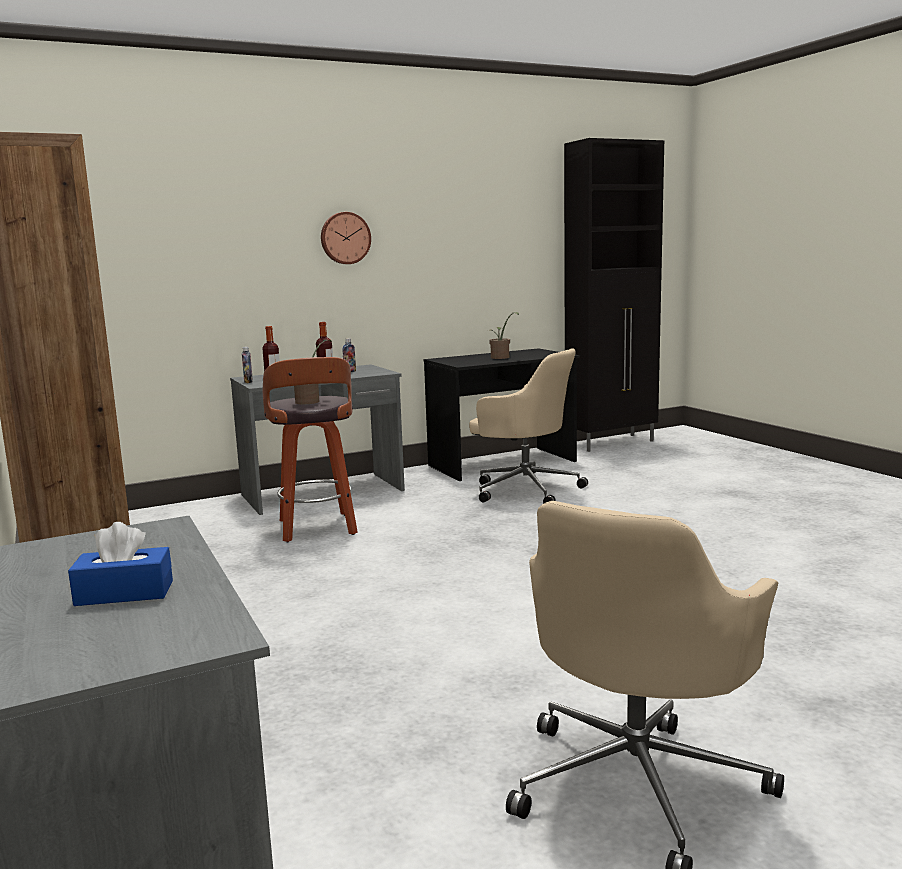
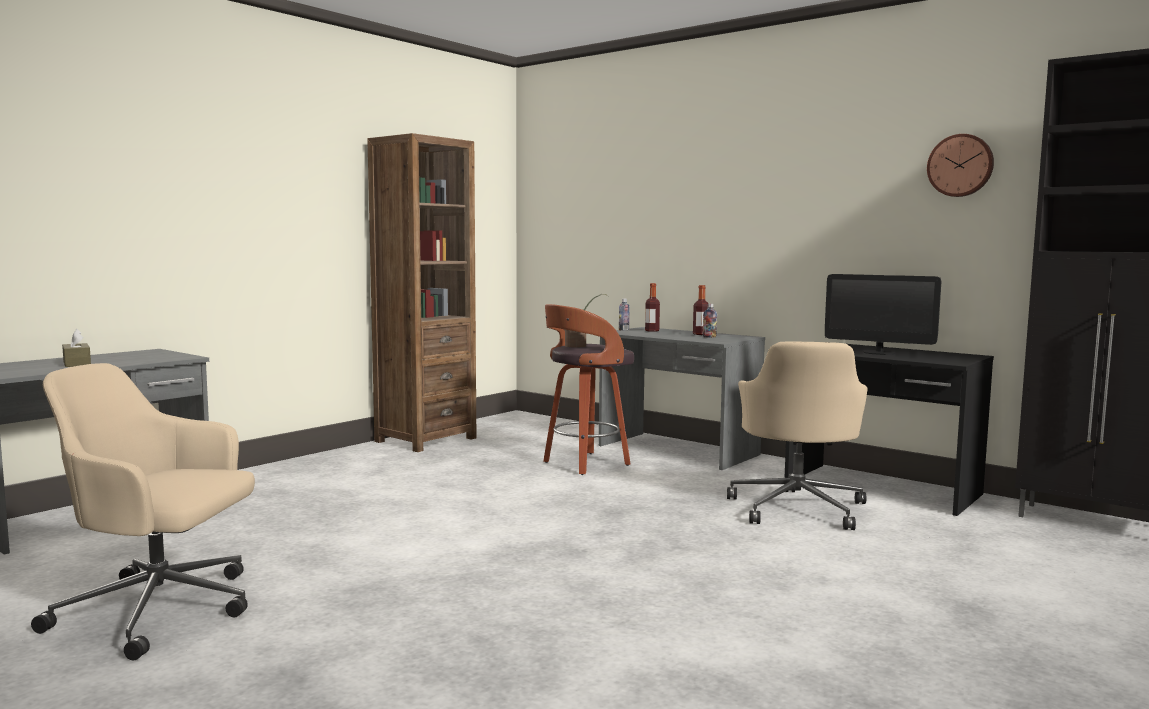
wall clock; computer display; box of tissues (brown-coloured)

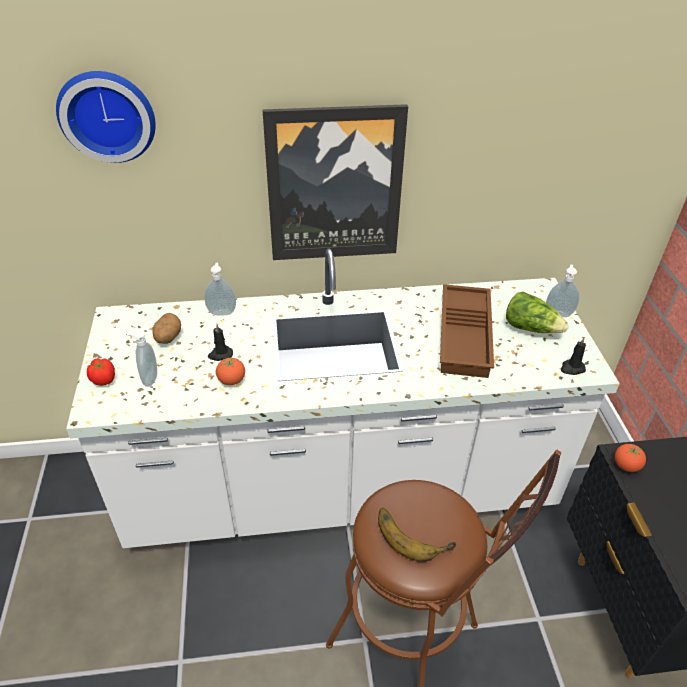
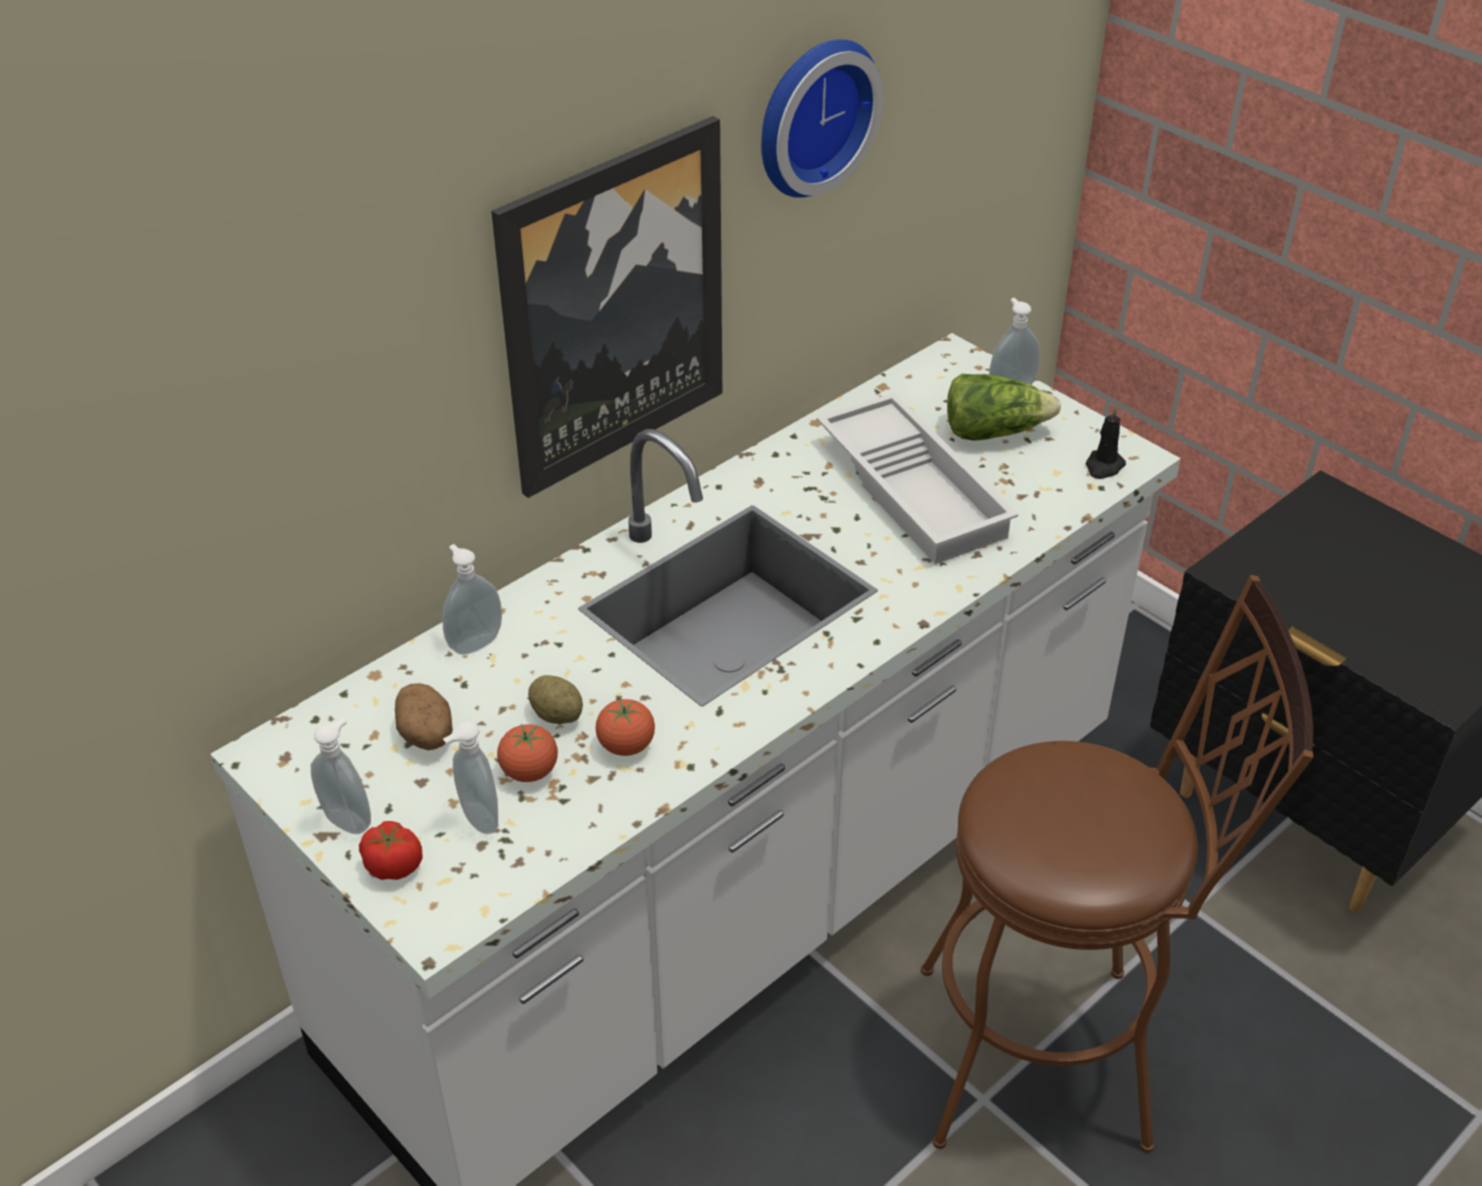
wall clock; tray (white); whole potato (no. 2 from left); fresh tomato (no. 2 from left); banana; liquid soap bottle (no. 1 from left)

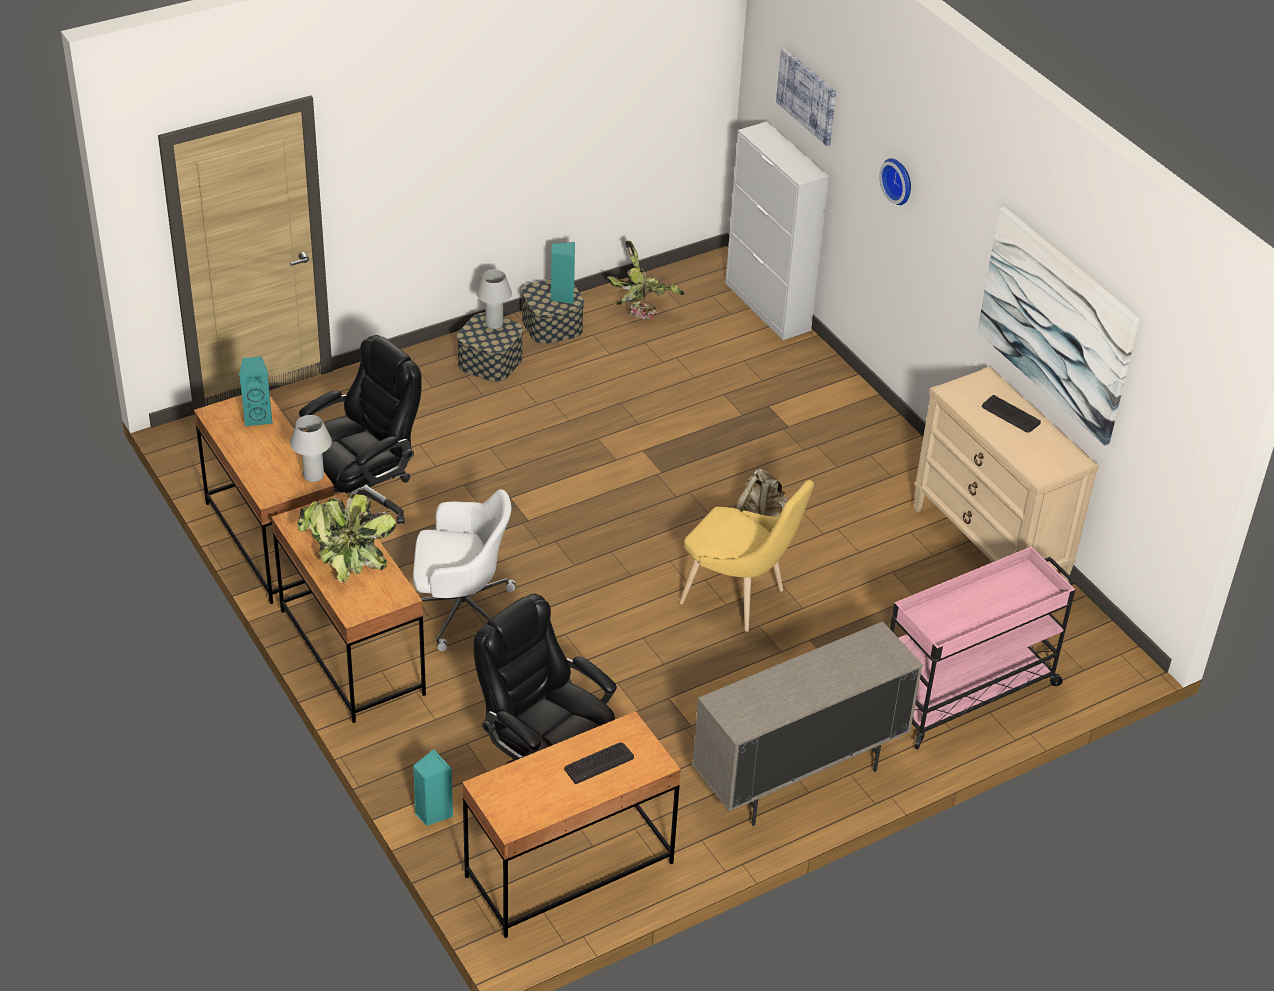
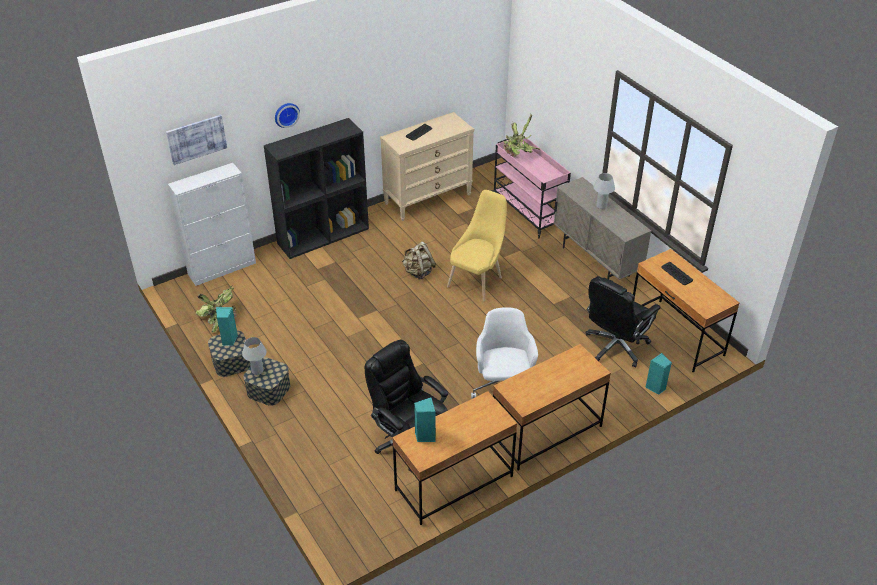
picture (no. 2 from left in the first image); tabletop lamp (white) (no. 2 from left); plant in a pot (no. 2 from left); bookcase (black-coloured)

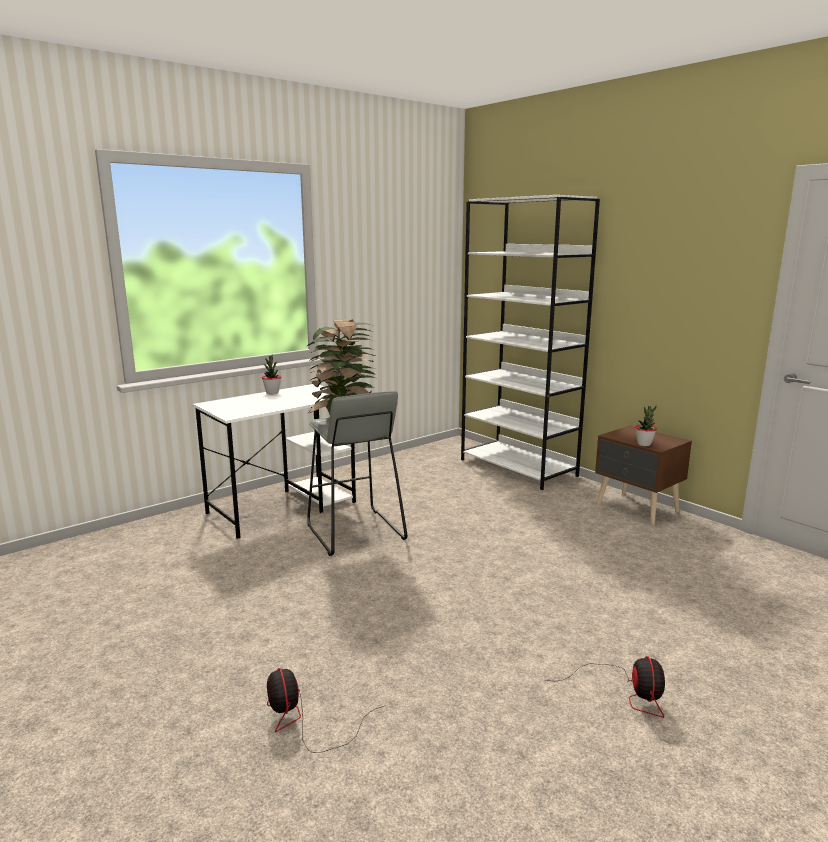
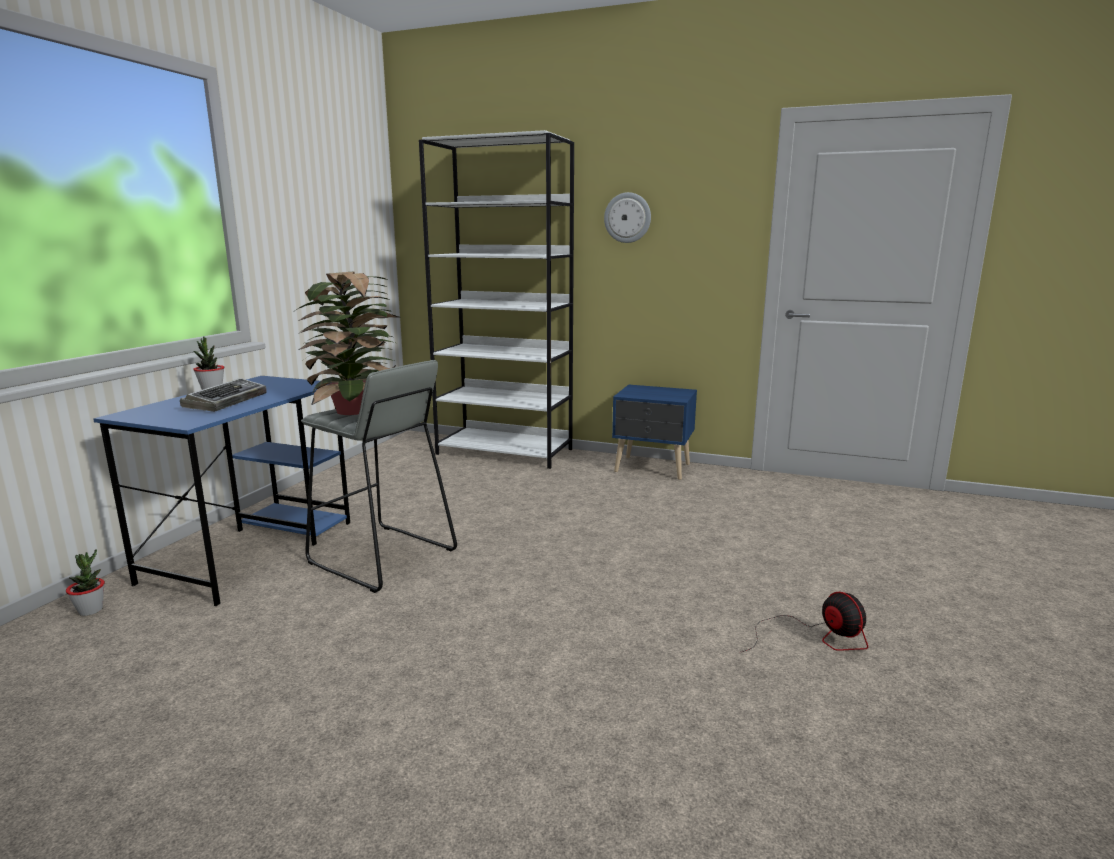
desk (bluish); plant in a pot (no. 1 from left); bedside table (bluish); cooling fan (no. 1 from left in the first image); wall clock; keyboard

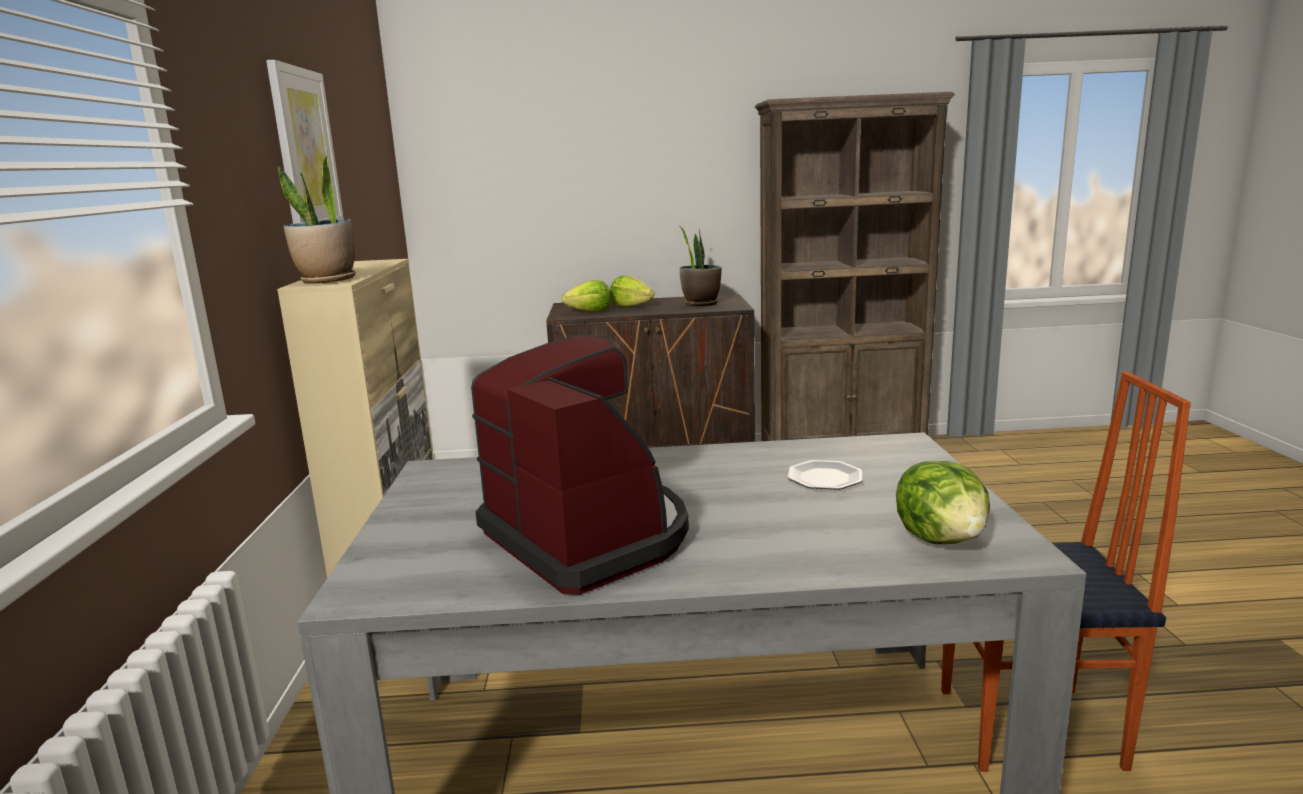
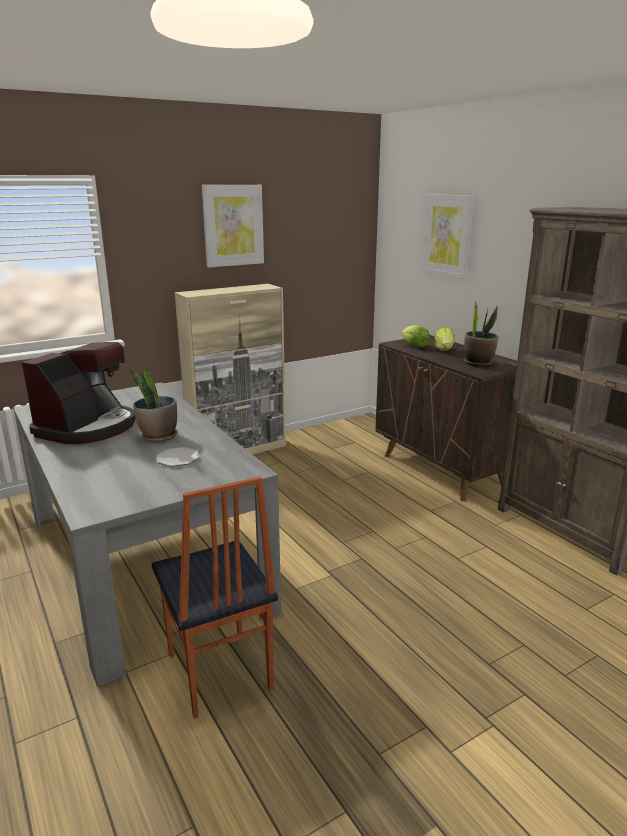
plant in a pot (no. 1 from left); lettuce head (no. 3 from left in the first image); picture (no. 2 from left)

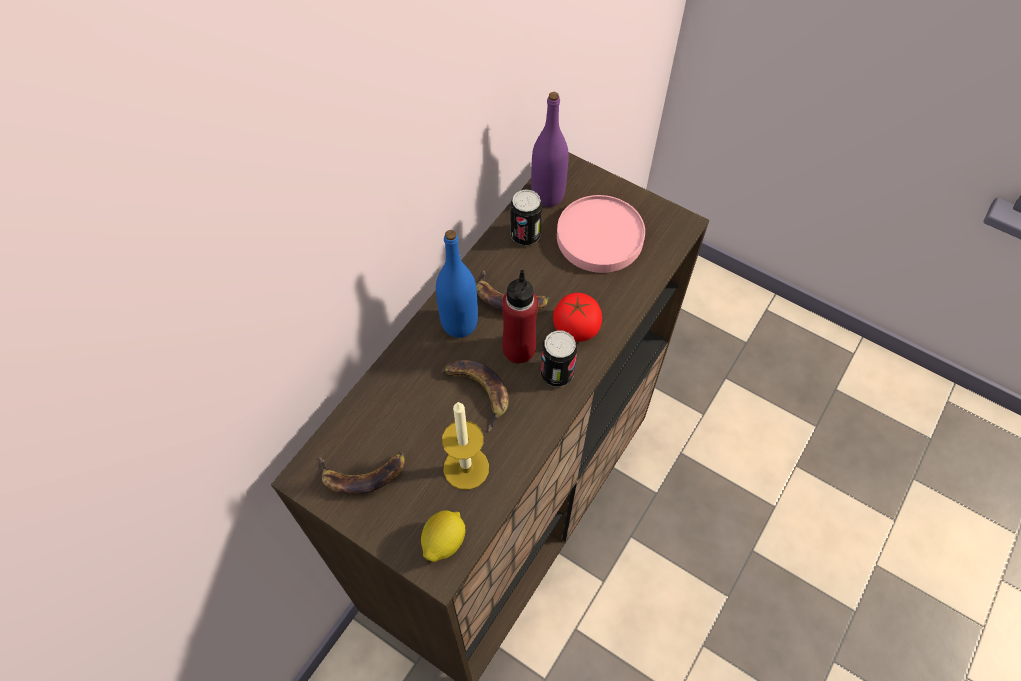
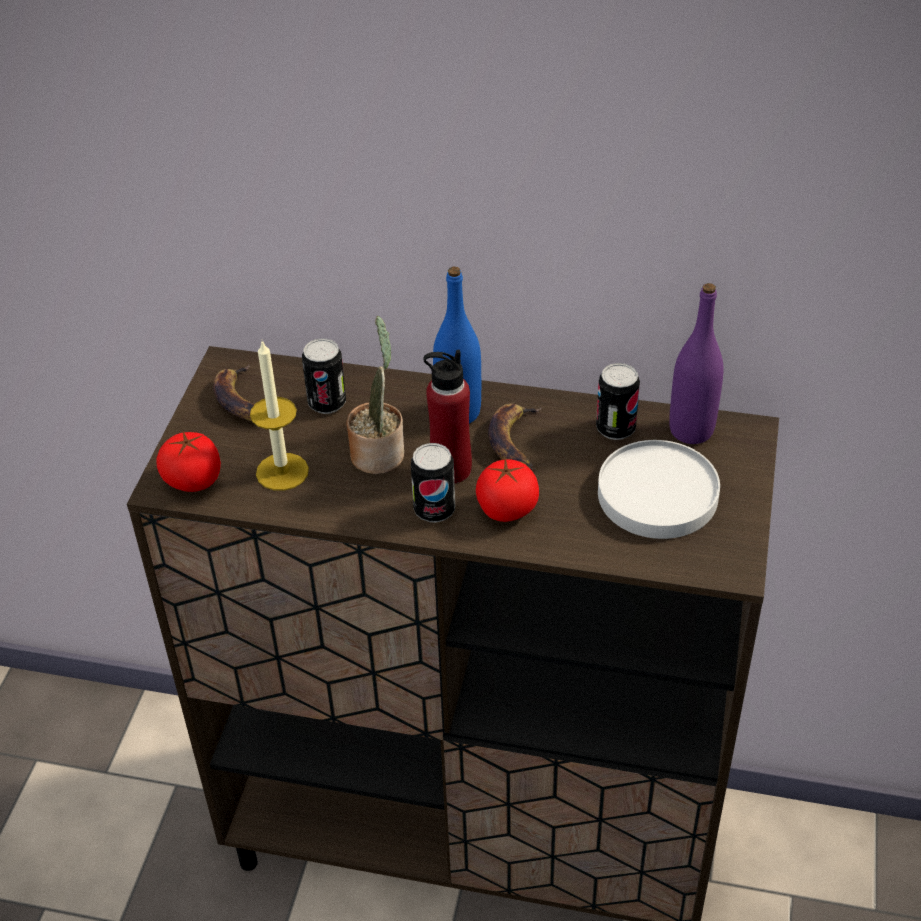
plate (white); plant in a pot; fresh tomato (no. 1 from left); can (no. 1 from left)

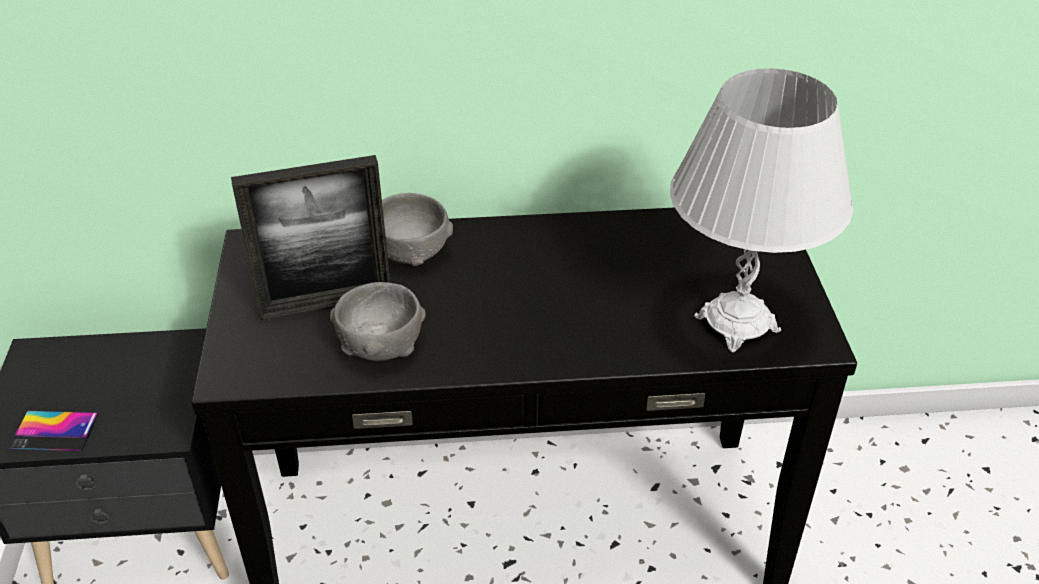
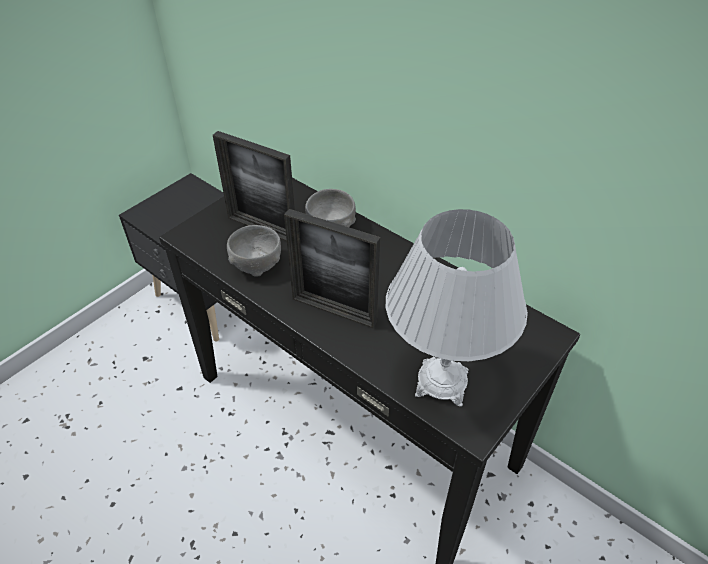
handset; picture frame (no. 2 from left)

